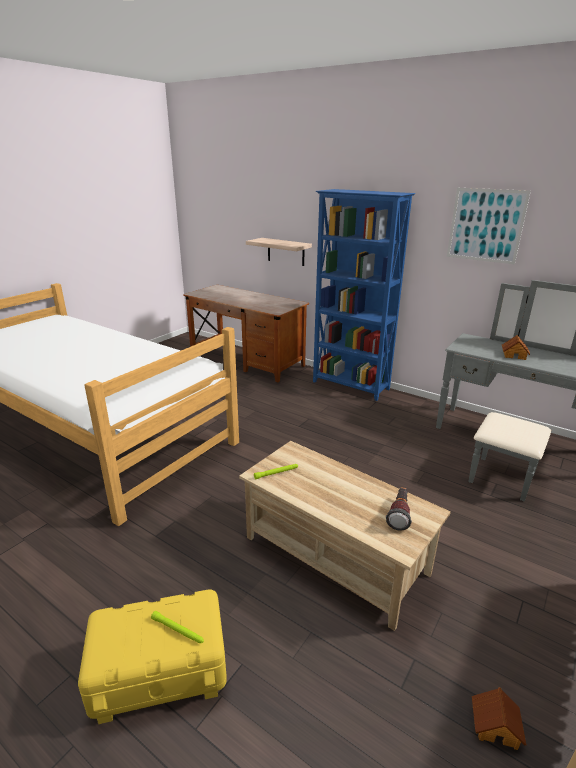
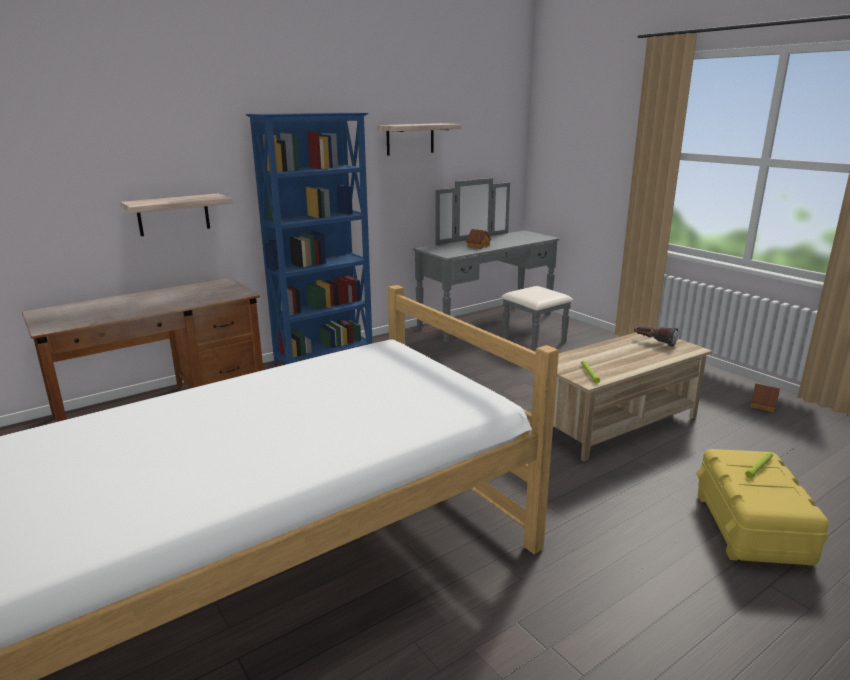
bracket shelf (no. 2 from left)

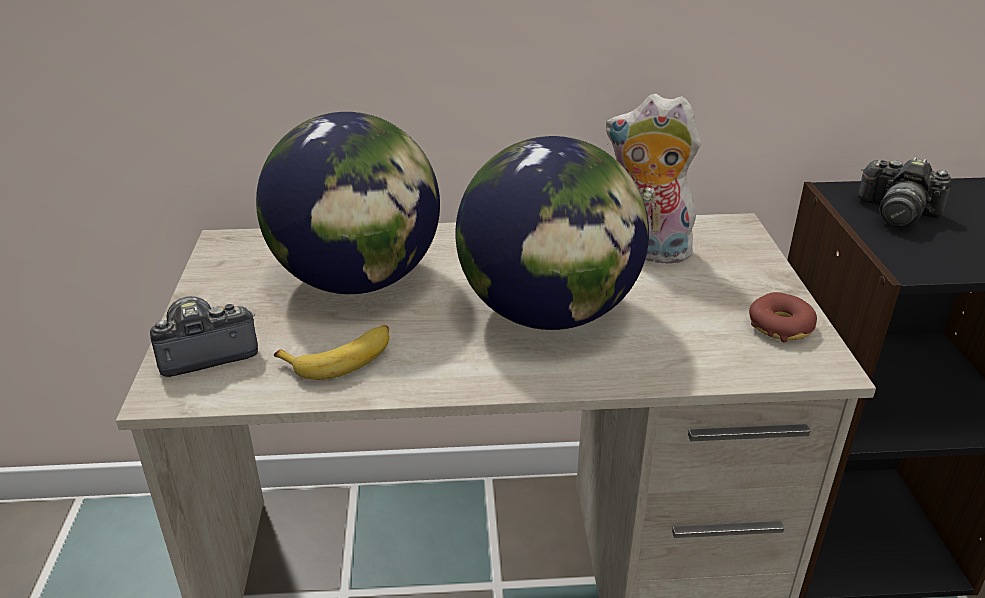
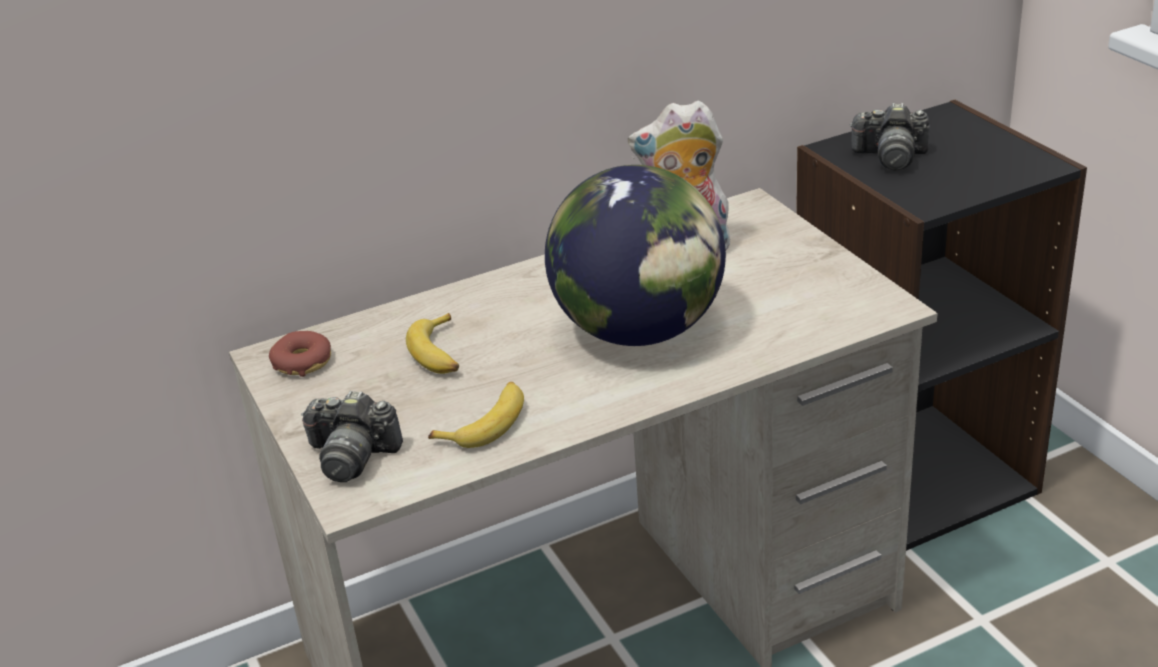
banana (no. 1 from left); donut; photo camera (no. 1 from left)

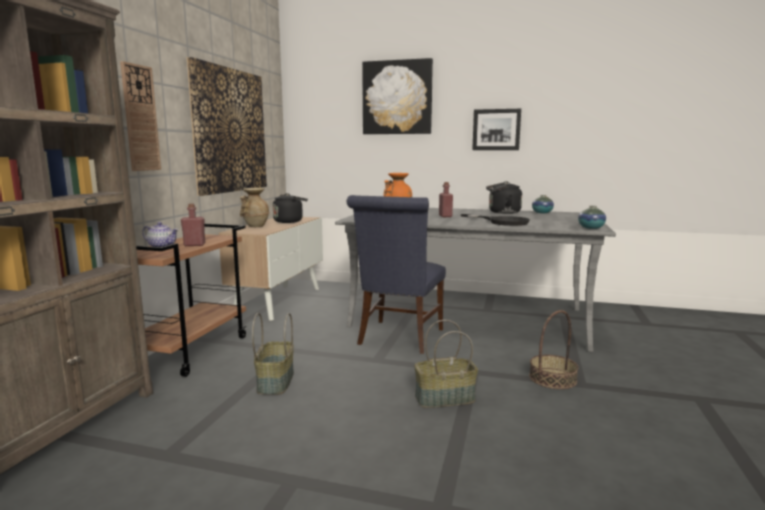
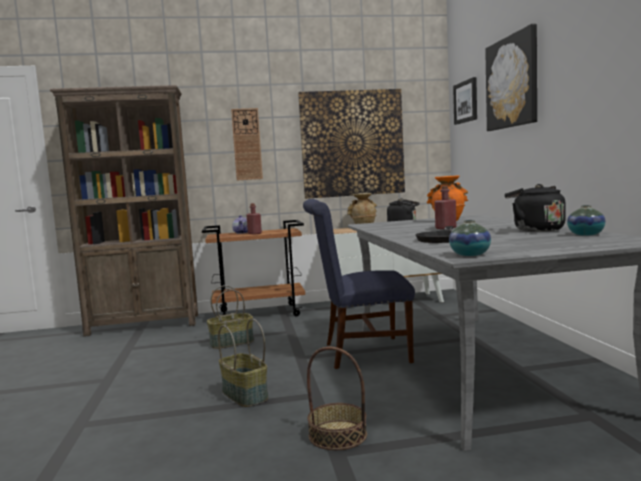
picture (no. 2 from left)

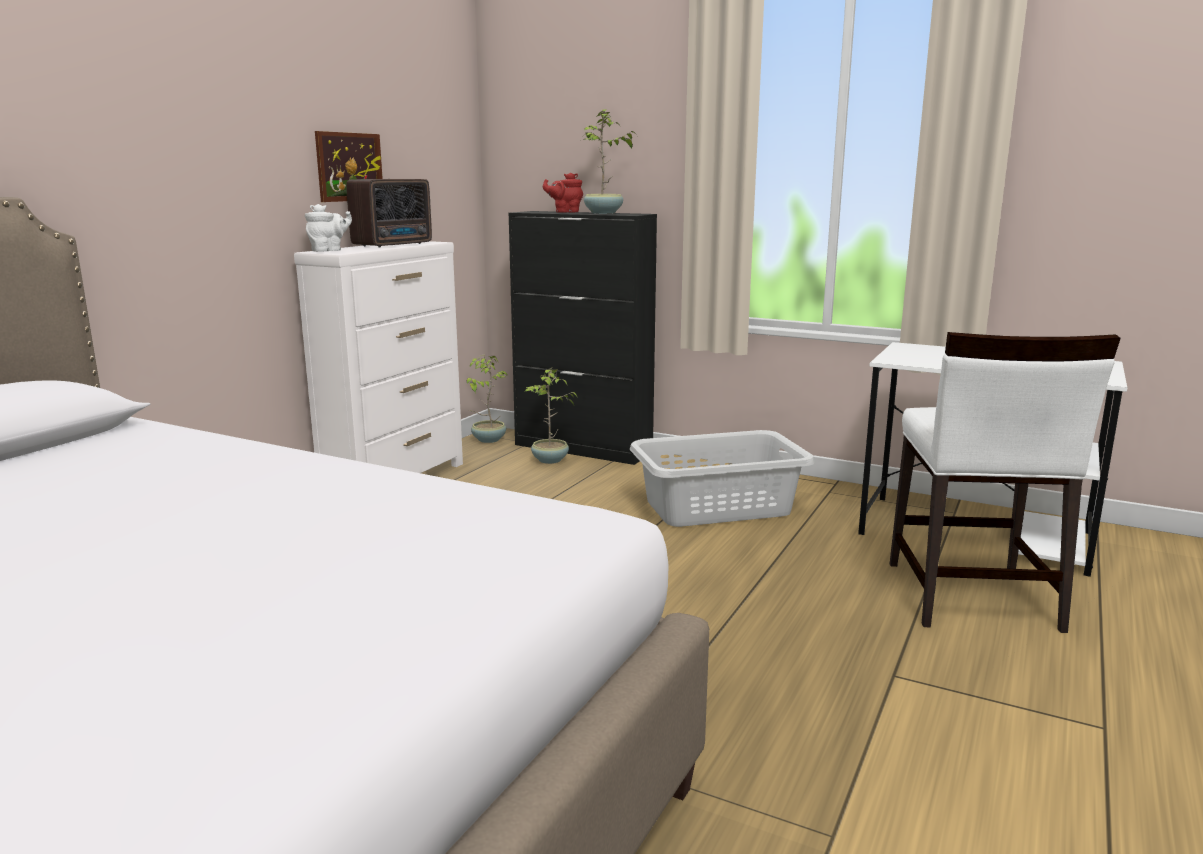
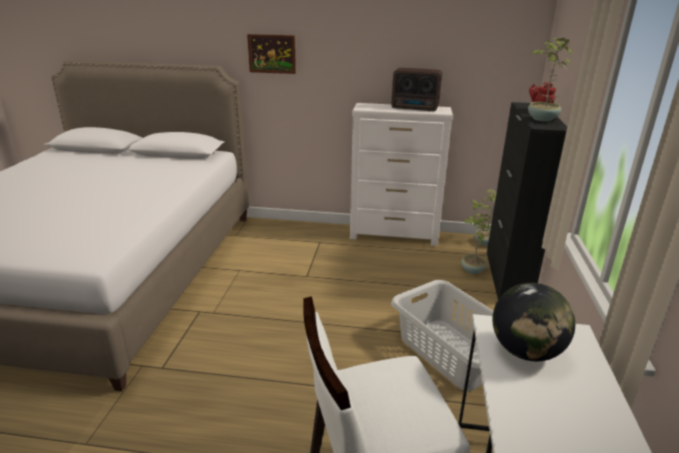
picture; teapot (white); globe

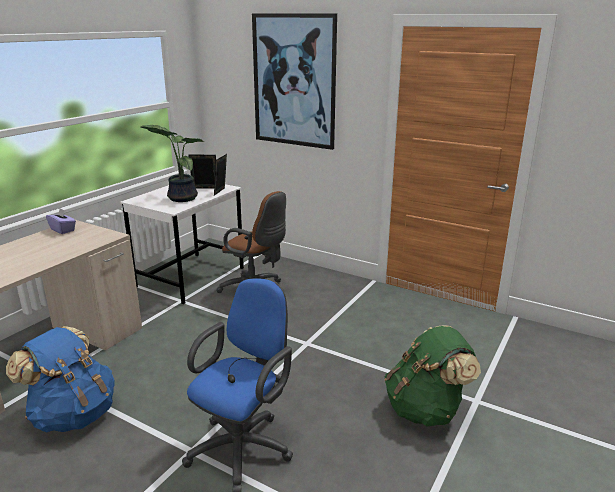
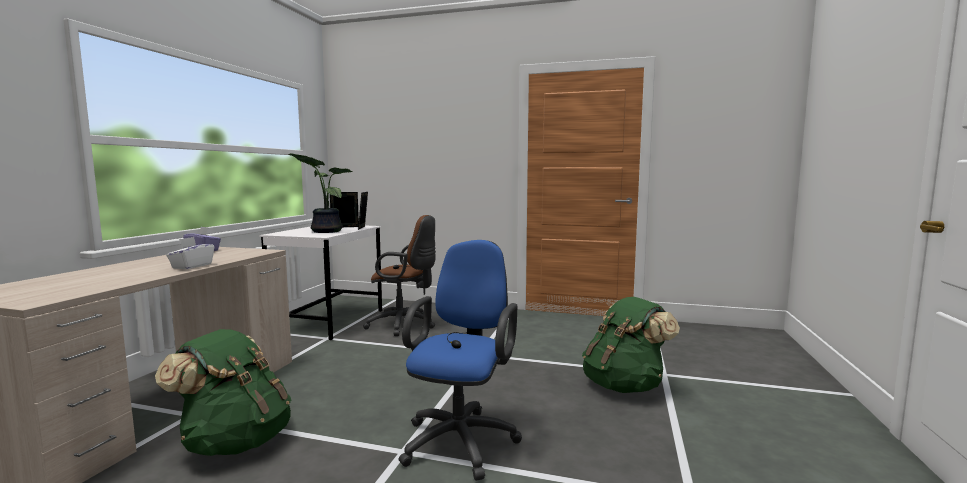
picture; backpack (greenish) (no. 1 from left); box of tissues (white)

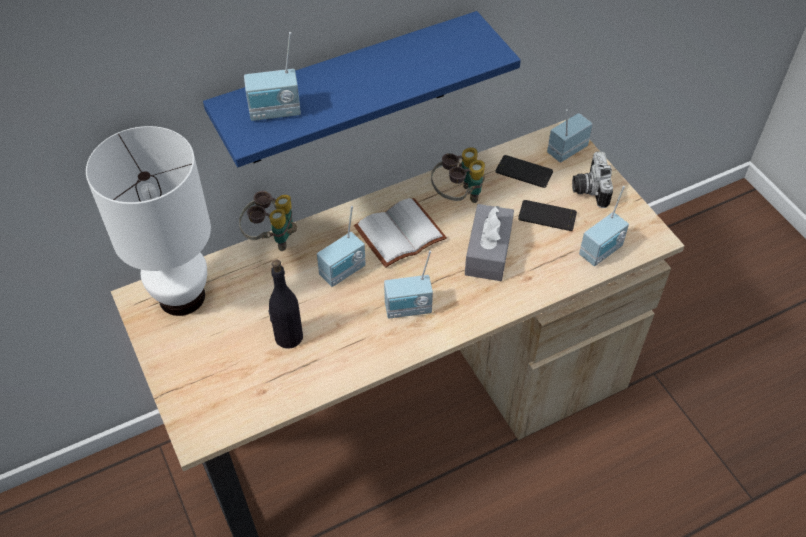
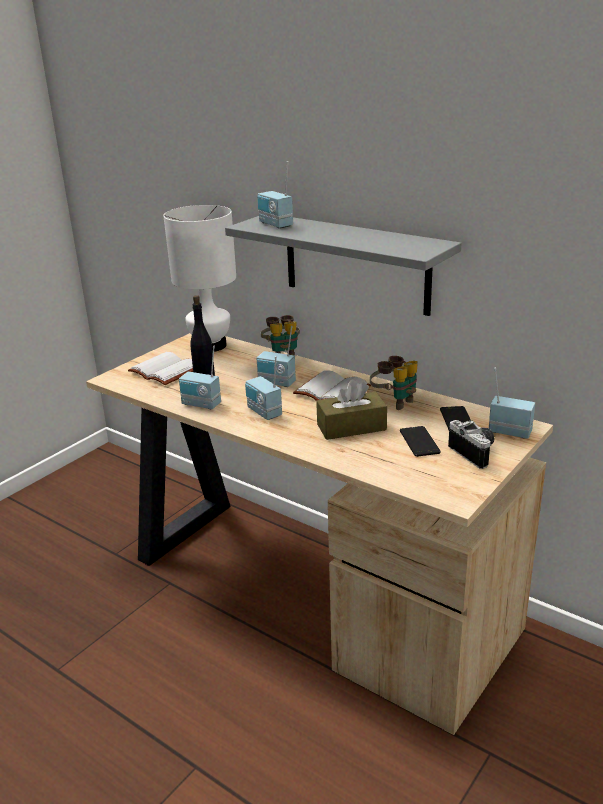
bracket shelf (greyish); photo camera; radio set (no. 1 from left); box of tissues (brown-coloured); volume (white) (no. 1 from left)

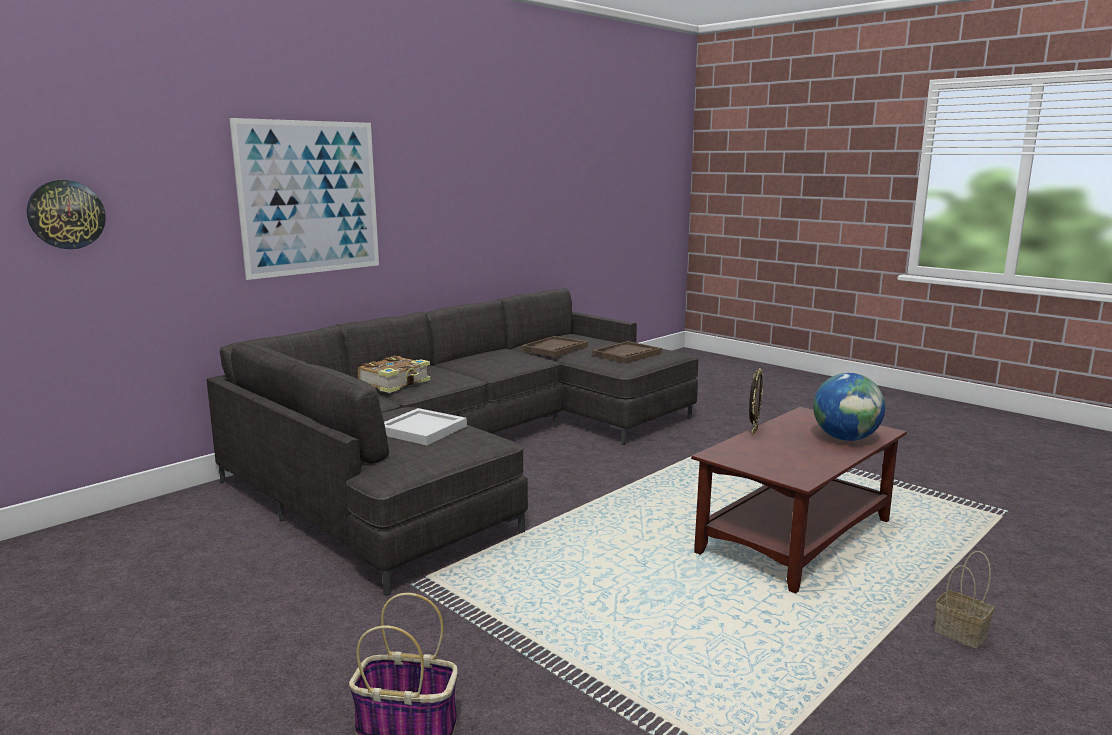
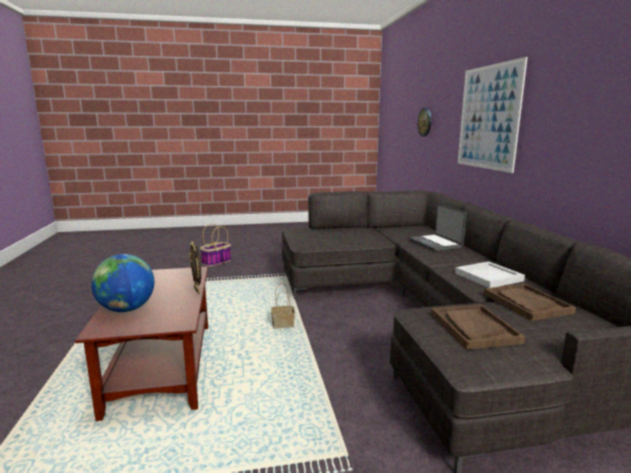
laptop; tray (white); basket (no. 2 from left)

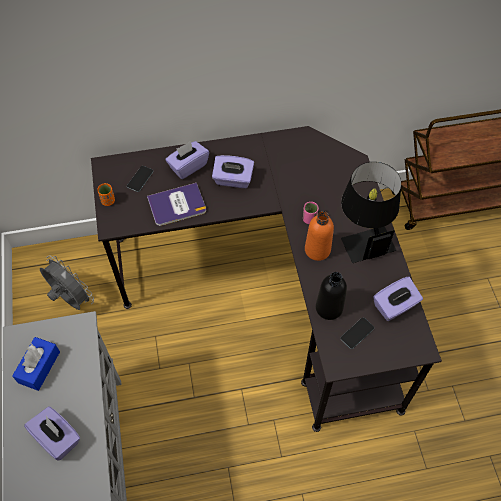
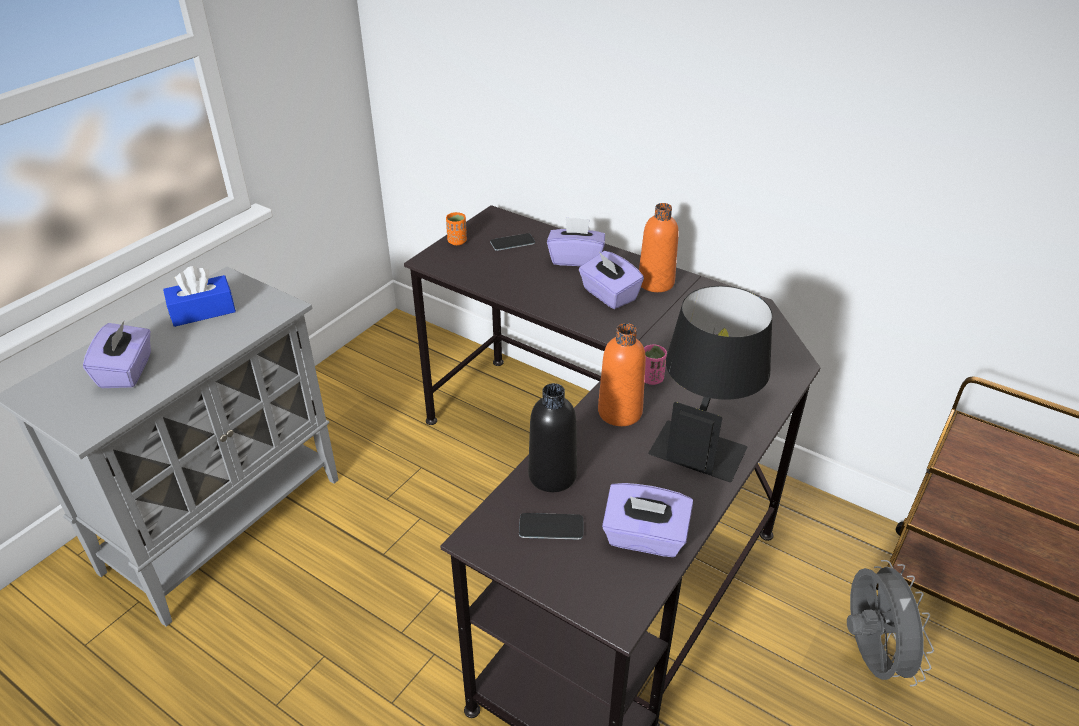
volume; cooling fan (greyish); bottle (orange) (no. 2 from left)

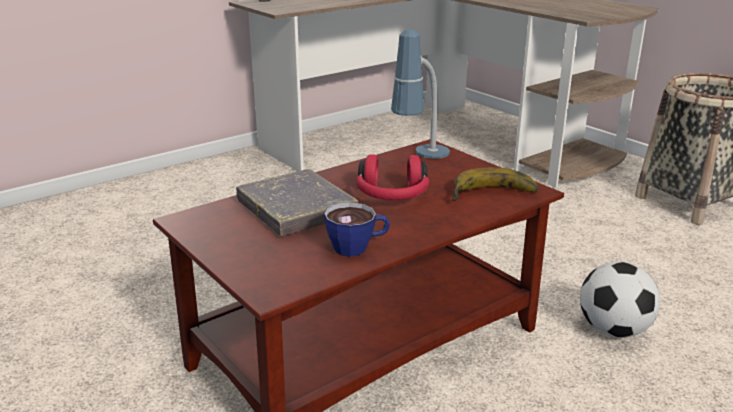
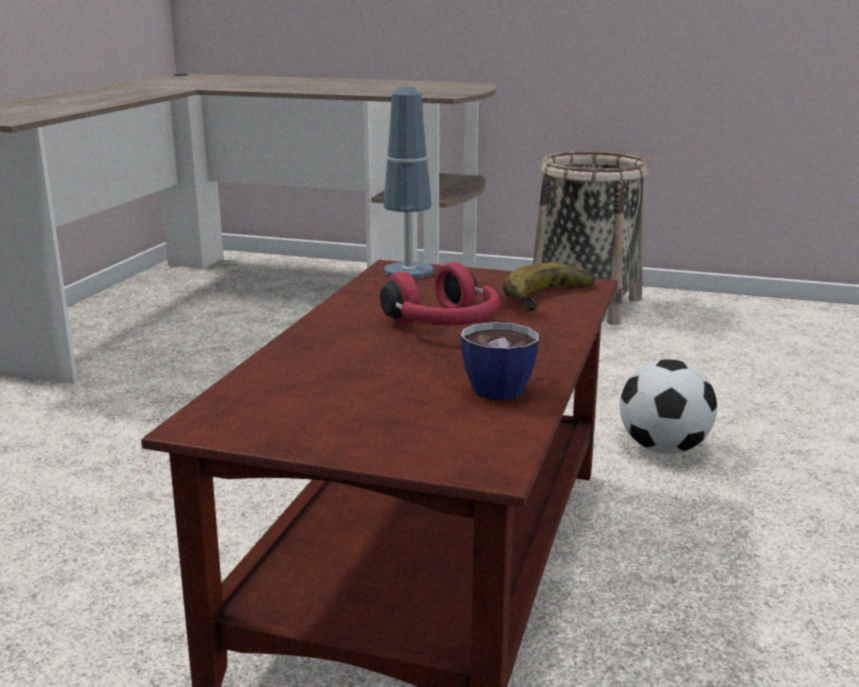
volume (greyish)

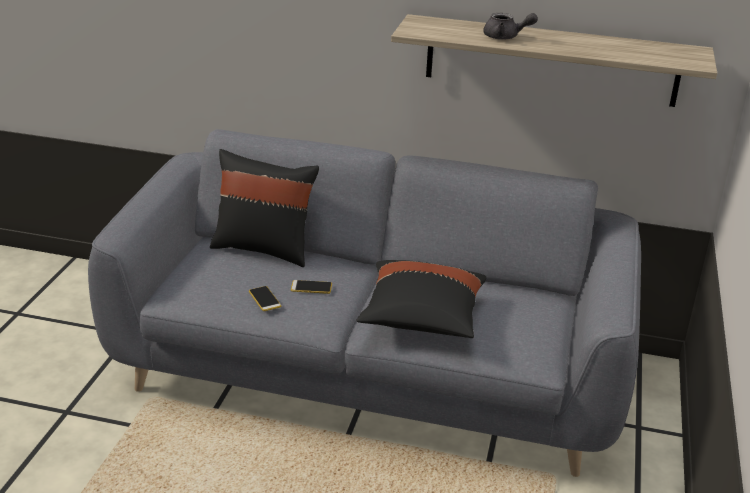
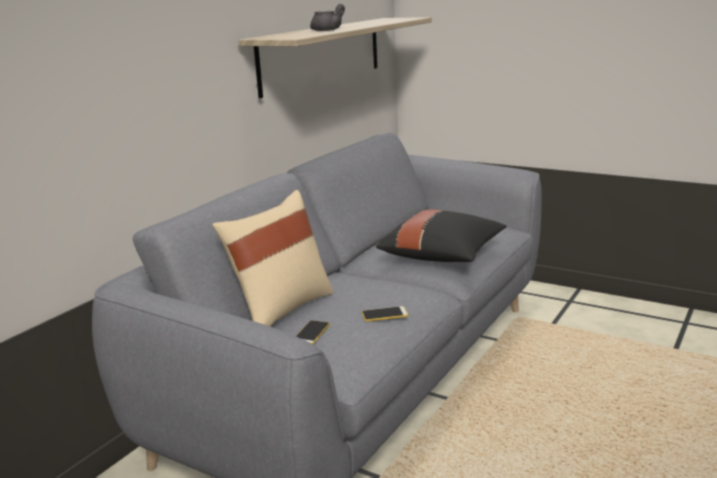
throw pillow (beige); handset (no. 1 from left)

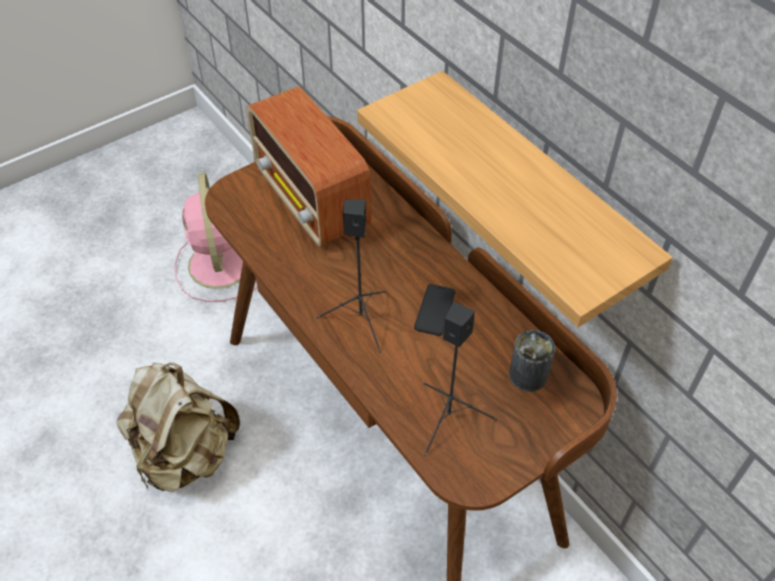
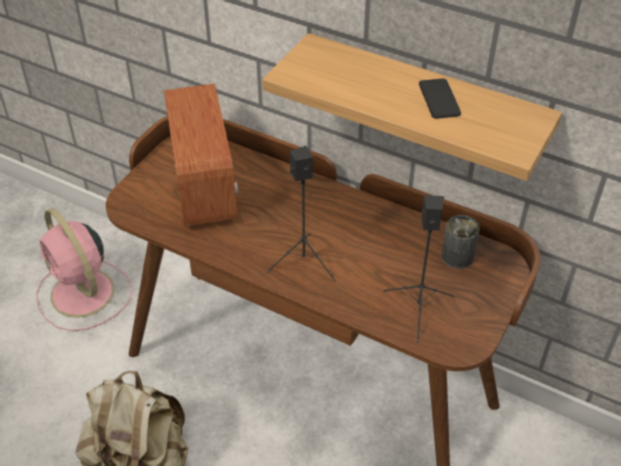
radio set; handset

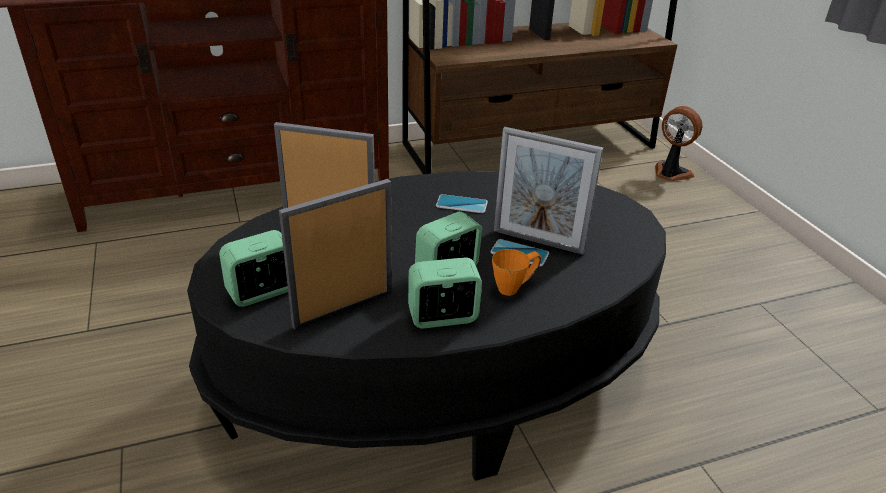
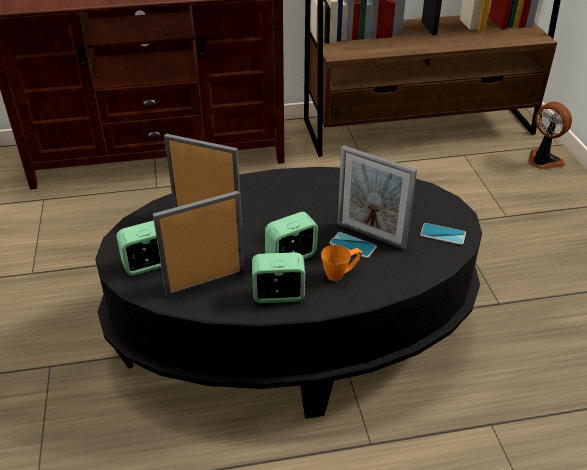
handset (no. 2 from left)

